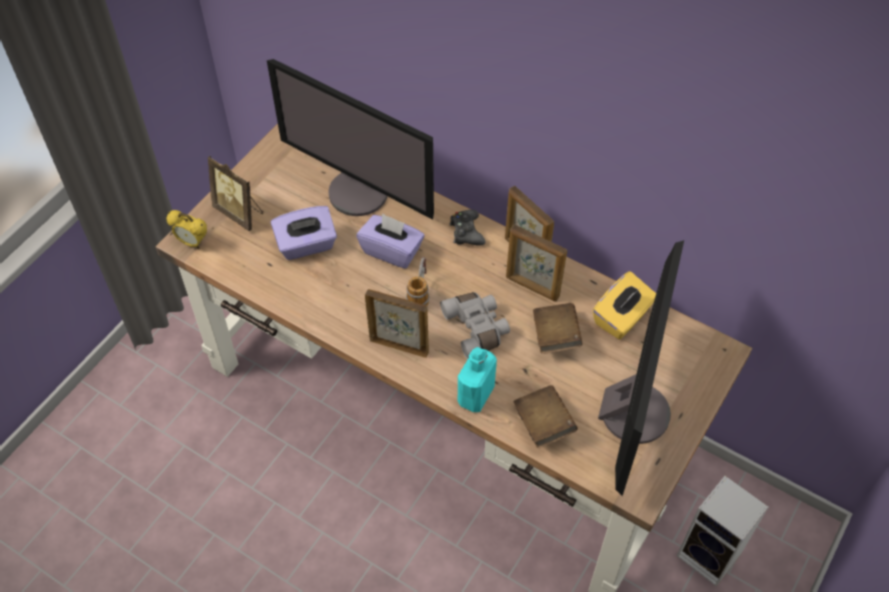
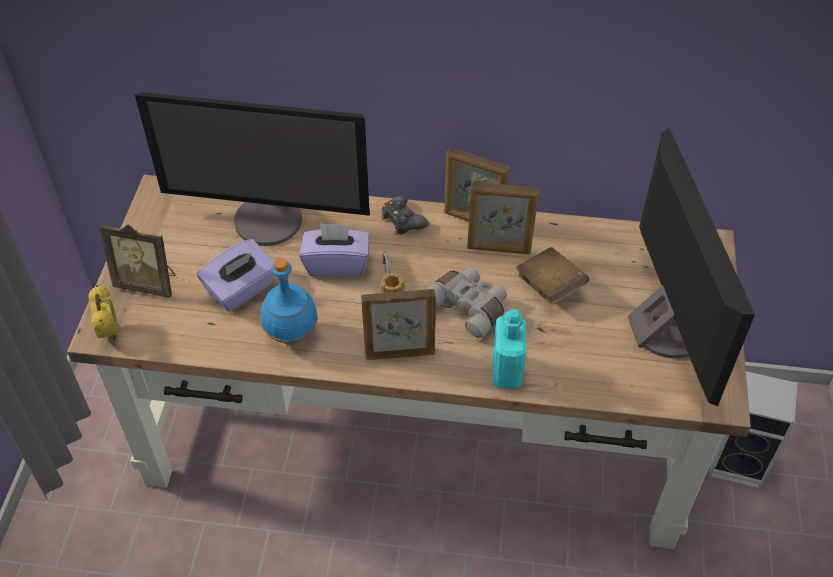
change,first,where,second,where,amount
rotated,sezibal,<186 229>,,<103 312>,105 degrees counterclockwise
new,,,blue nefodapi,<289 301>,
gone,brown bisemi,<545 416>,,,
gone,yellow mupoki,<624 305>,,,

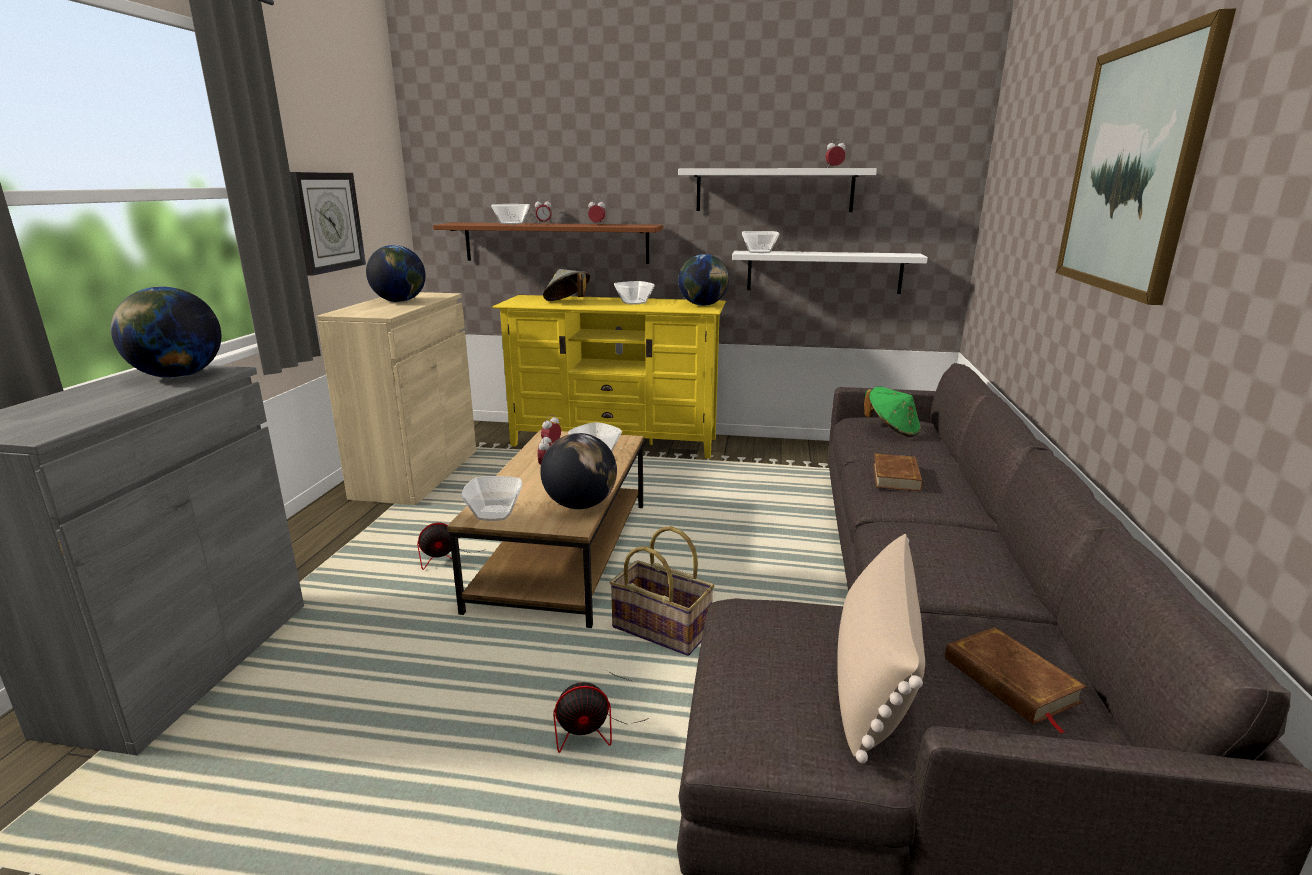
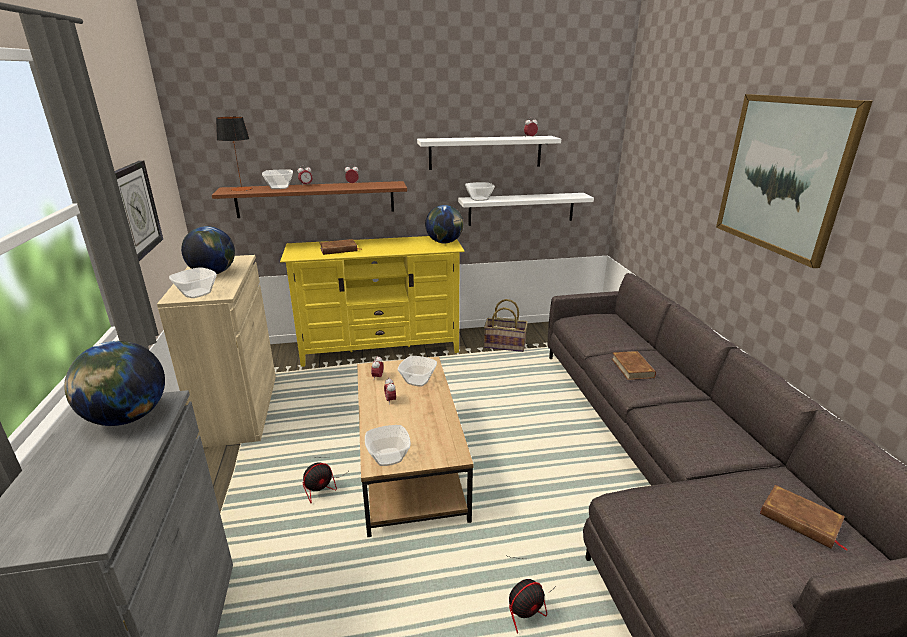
change,first,where,second,where,amount
shifted,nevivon,<634 293>,,<193 282>,
new,,,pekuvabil,<234 154>,
swapped,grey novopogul,<566 285>,brown bisemi,<338 247>,
shifted,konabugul,<662 591>,,<505 325>,
gone,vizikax,<578 471>,,,
gone,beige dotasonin,<881 648>,,,
gone,green novopogul,<892 412>,,,

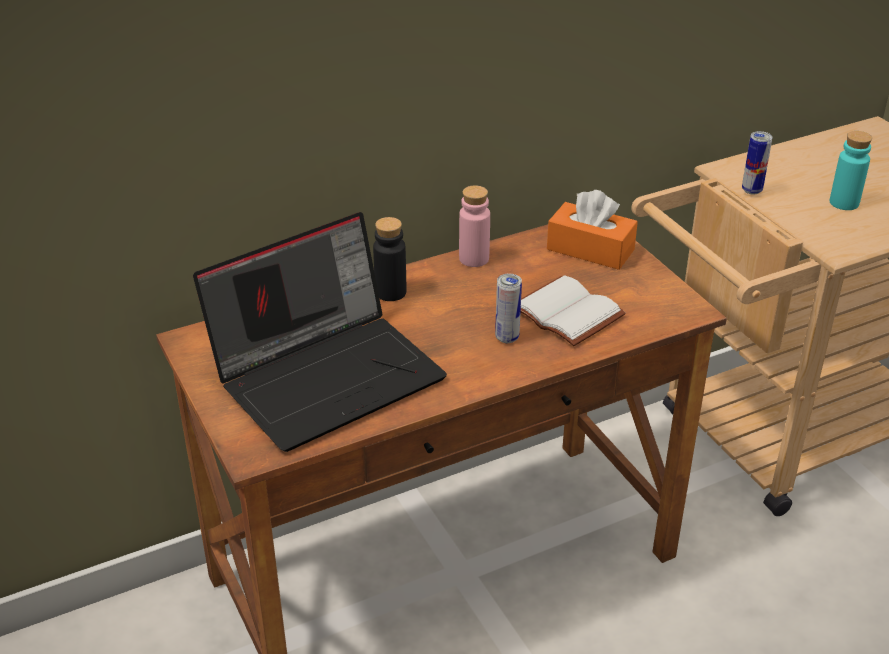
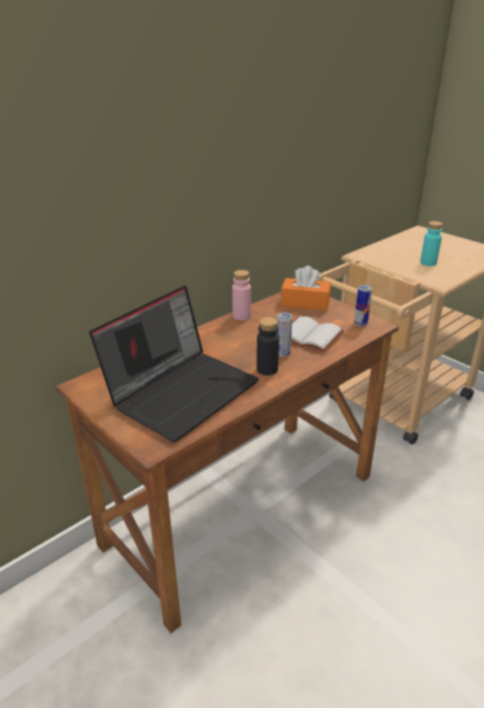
change,first,where,second,where,amount
shifted,black nefodapi,<389 259>,,<268 346>,
shifted,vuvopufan,<757 163>,,<363 305>,

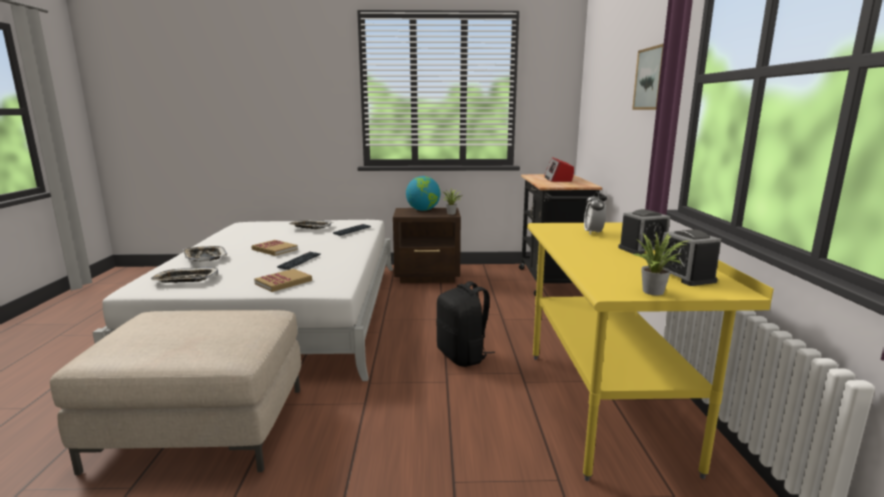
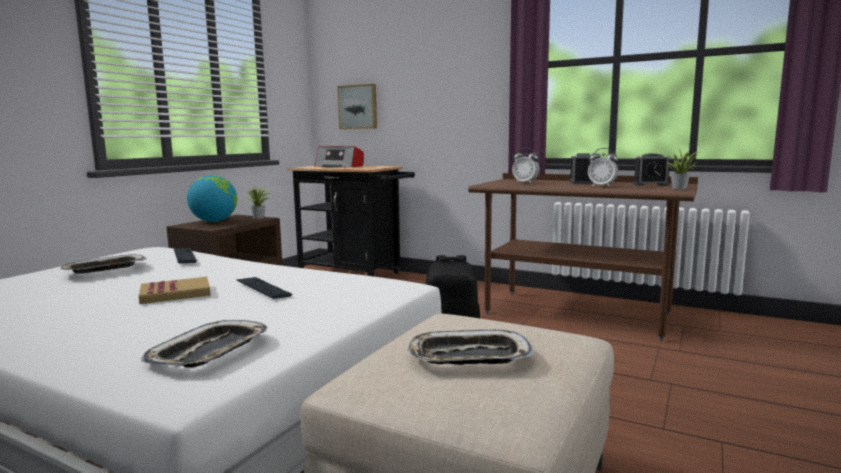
change,first,where,second,where,amount
shifted,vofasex,<648 77>,,<357 106>,
shifted,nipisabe,<205 253>,,<471 347>,
repainted,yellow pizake,<650 351>,brown pizake,<583 257>,
new,,,sezibal,<603 167>,
gone,bisemi,<283 280>,,,

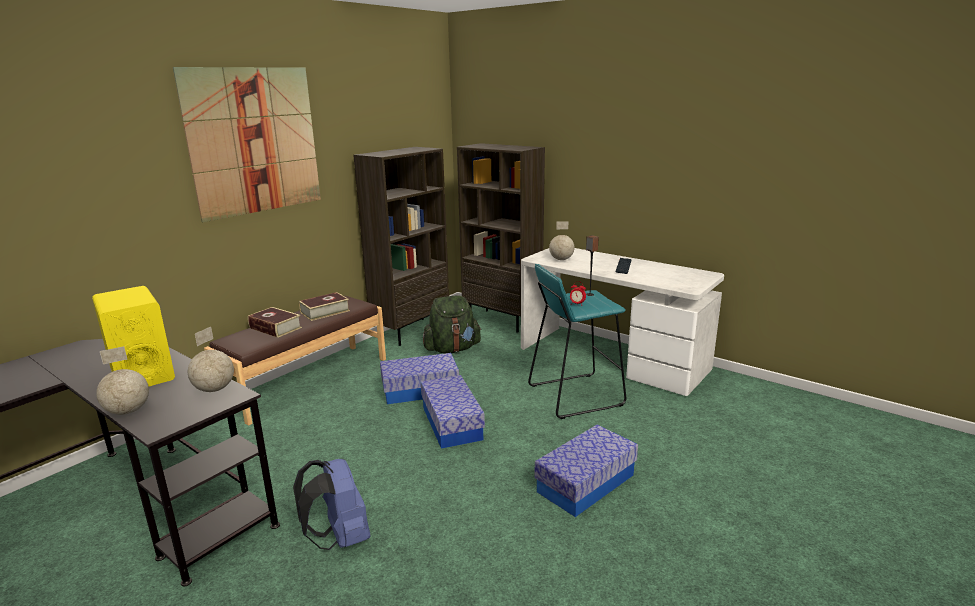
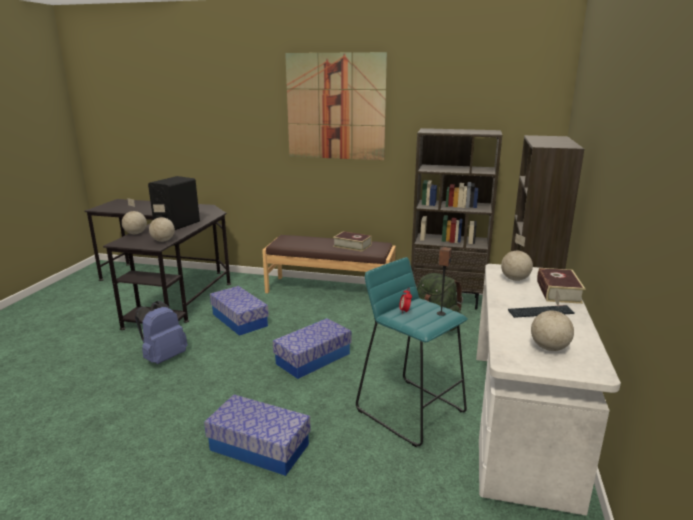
change,first,where,second,where,amount
repainted,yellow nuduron,<133 336>,black nuduron,<174 203>,
shifted,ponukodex,<419 378>,,<239 311>,
new,,,vizikax,<552 320>,
shifted,bisemi,<275 322>,,<561 286>,

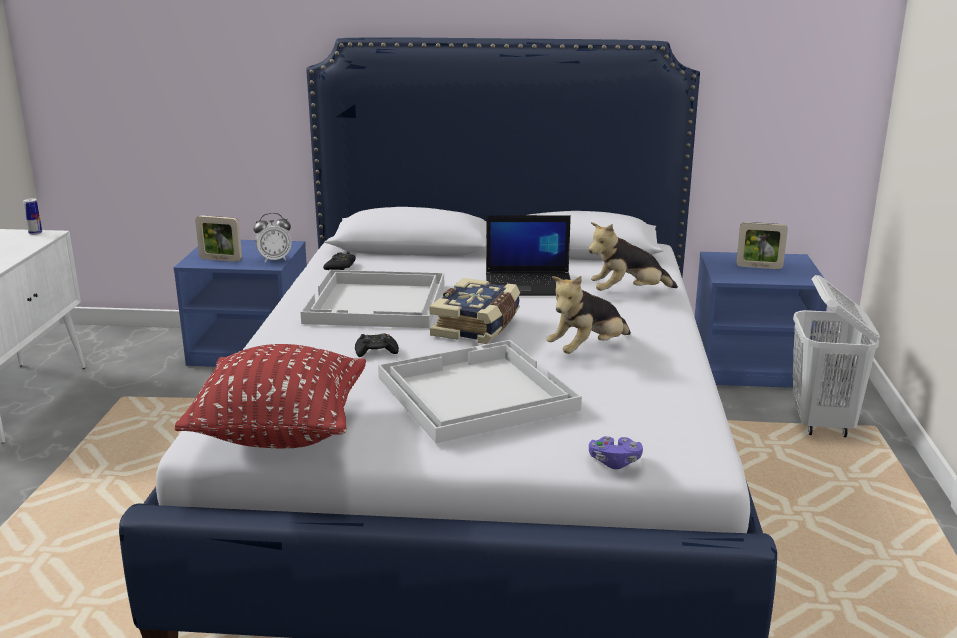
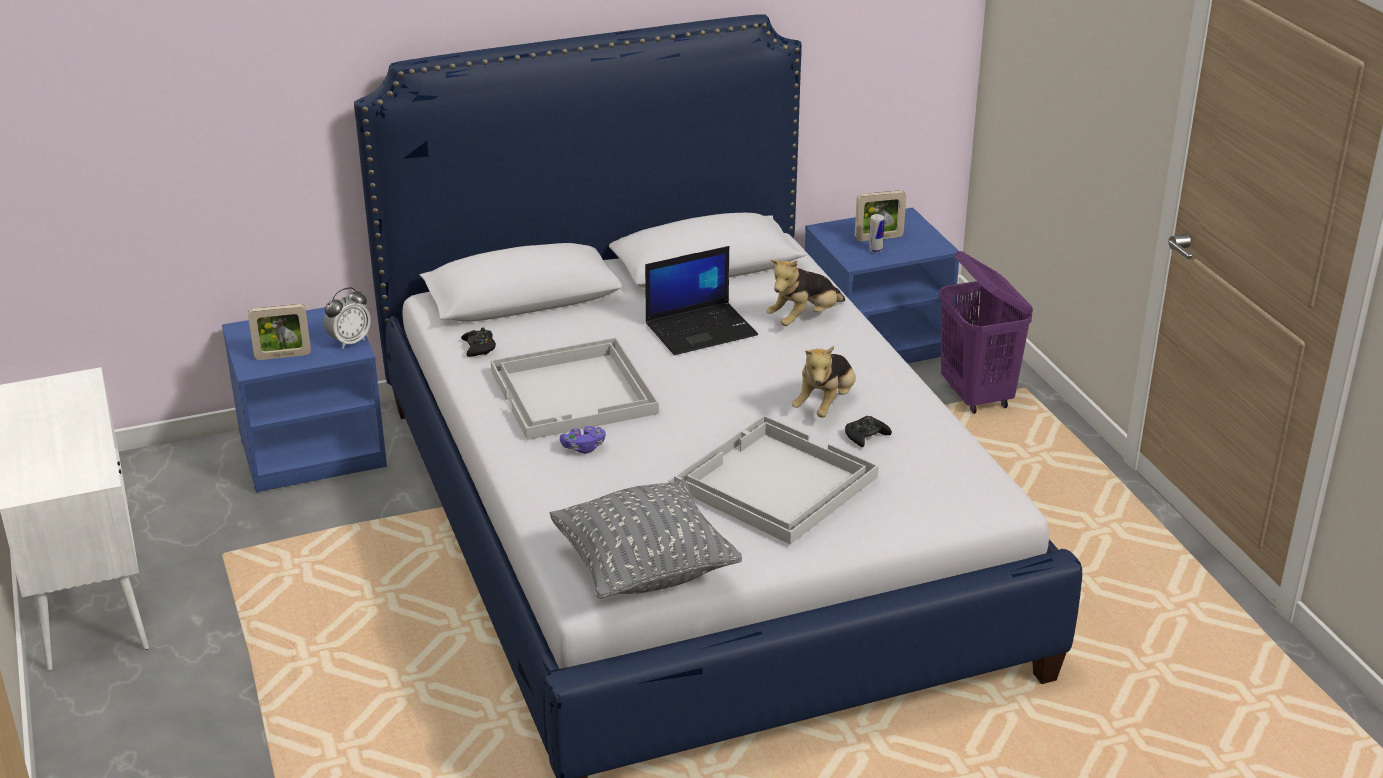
change,first,where,second,where,amount
repainted,red dotasonin,<270 396>,grey dotasonin,<646 539>,
shifted,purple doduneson,<616 452>,,<583 440>,
shifted,black doduneson,<377 345>,,<868 431>,
shifted,vuvopufan,<32 216>,,<877 233>,
repainted,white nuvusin,<836 356>,purple nuvusin,<986 332>,
gone,bisemi,<474 311>,,,

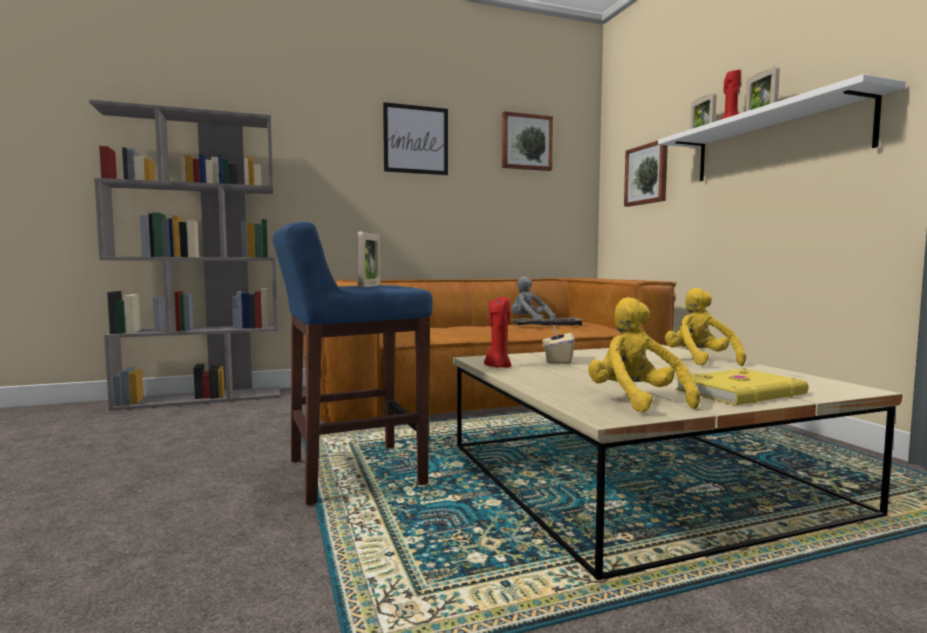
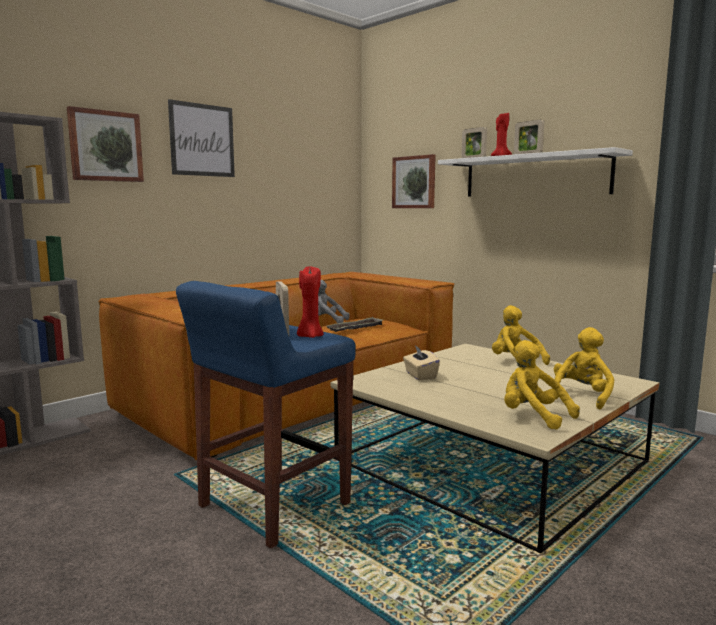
change,first,where,second,where,amount
shifted,vofasex,<527 141>,,<105 144>,
shifted,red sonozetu,<497 332>,,<310 302>,
swapped,yellow bisemi,<741 387>,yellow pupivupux,<584 368>,

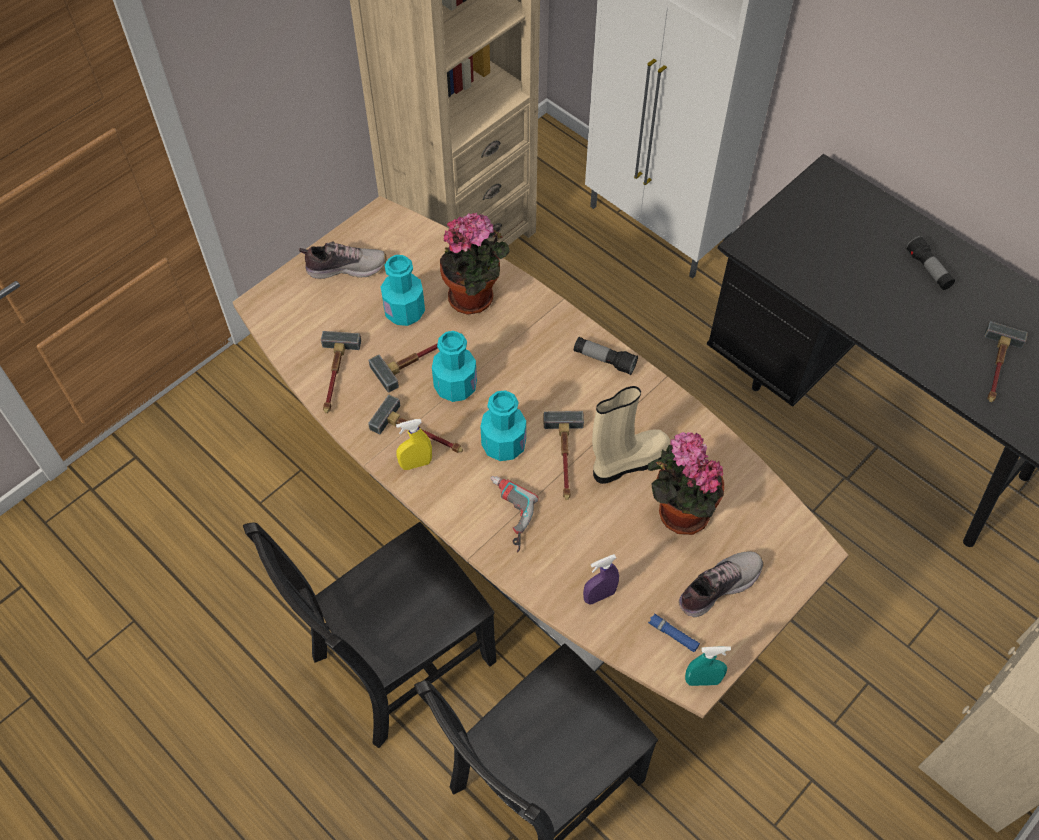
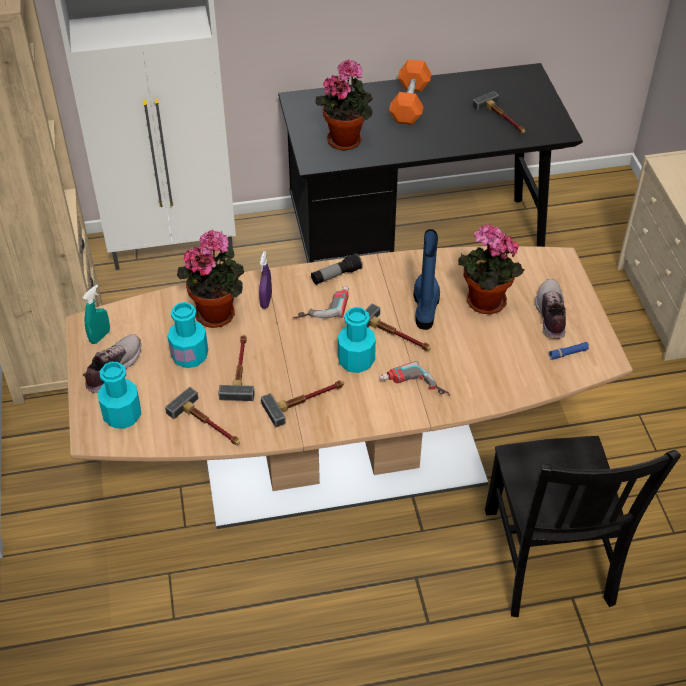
change,first,where,second,where,amount
shifted,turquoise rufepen,<708 666>,,<96 314>,
shifted,turquoise nefodapi,<454 366>,,<119 395>,
shifted,purple rufepen,<601 579>,,<265 280>,
new,,,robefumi,<321 301>,
new,,,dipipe,<344 105>,
swapped,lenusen,<930 263>,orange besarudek,<410 92>,
repainted,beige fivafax,<631 435>,blue fivafax,<426 279>,
gone,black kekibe,<370 635>,,,
gone,yellow rufepen,<414 444>,,,

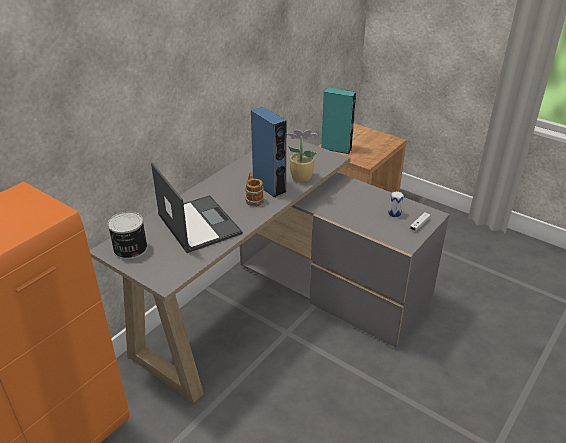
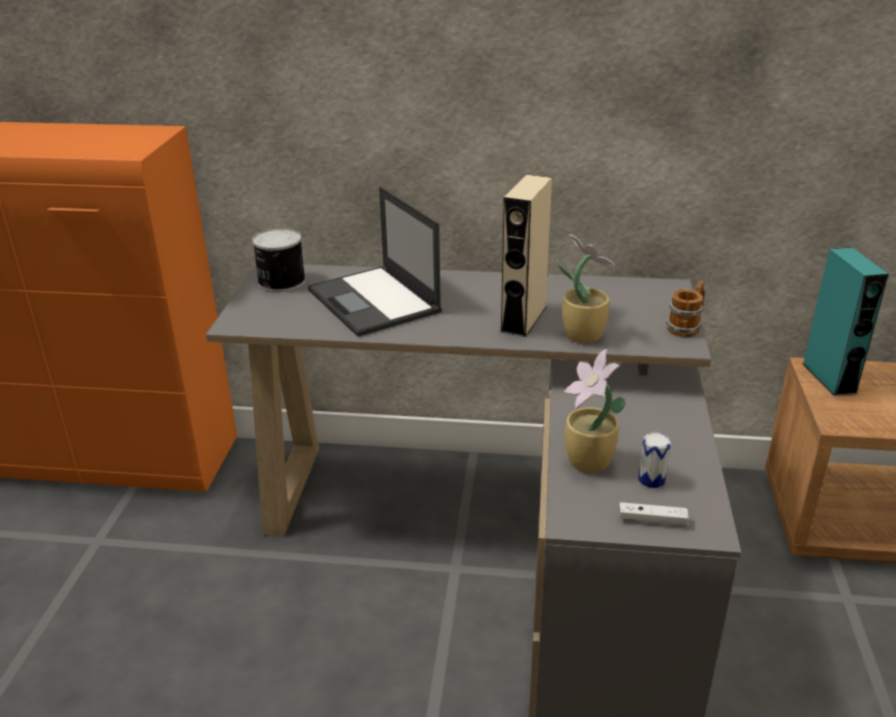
change,first,where,second,where,amount
rotated,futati,<197 207>,,<375 262>,120 degrees clockwise
repainted,blue nuduron,<269 152>,beige nuduron,<526 256>,
new,,,dipipe,<595 411>,
shifted,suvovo,<254 189>,,<685 309>,

